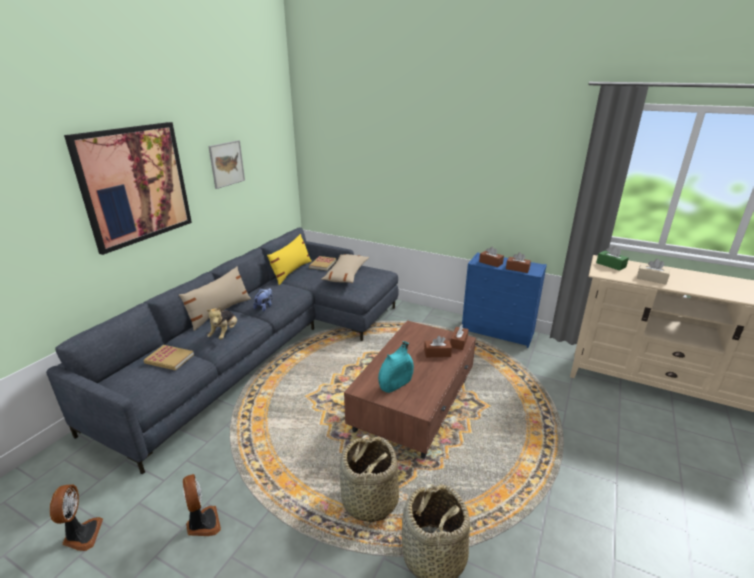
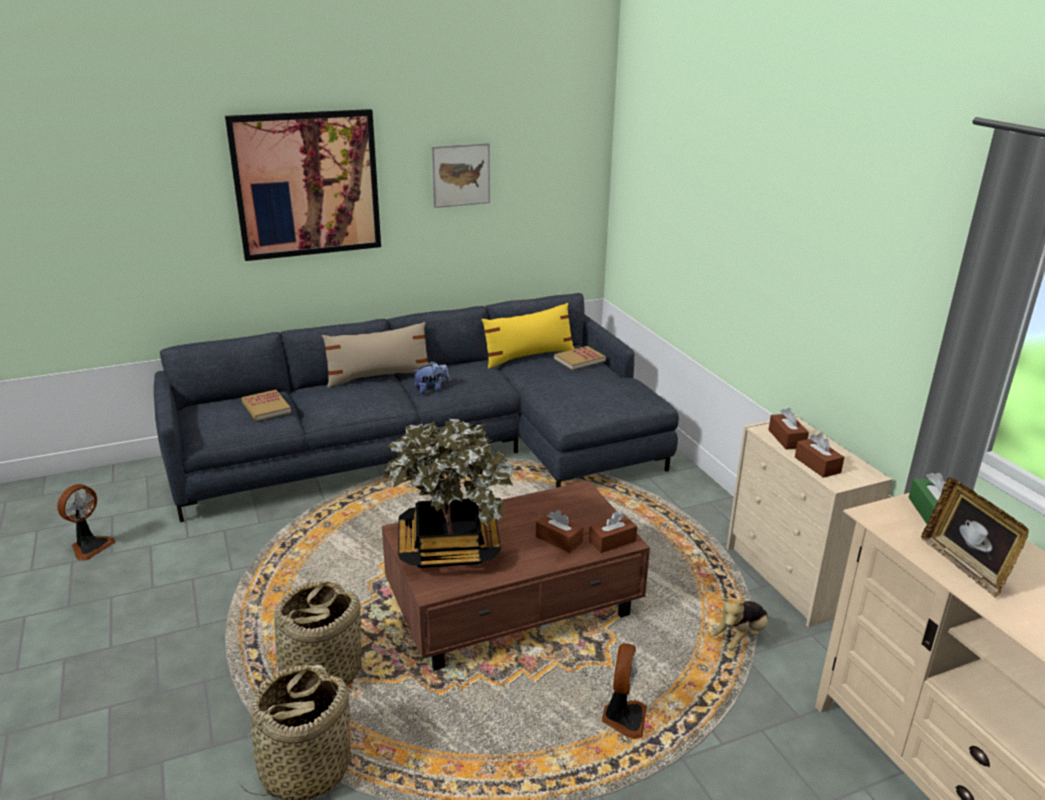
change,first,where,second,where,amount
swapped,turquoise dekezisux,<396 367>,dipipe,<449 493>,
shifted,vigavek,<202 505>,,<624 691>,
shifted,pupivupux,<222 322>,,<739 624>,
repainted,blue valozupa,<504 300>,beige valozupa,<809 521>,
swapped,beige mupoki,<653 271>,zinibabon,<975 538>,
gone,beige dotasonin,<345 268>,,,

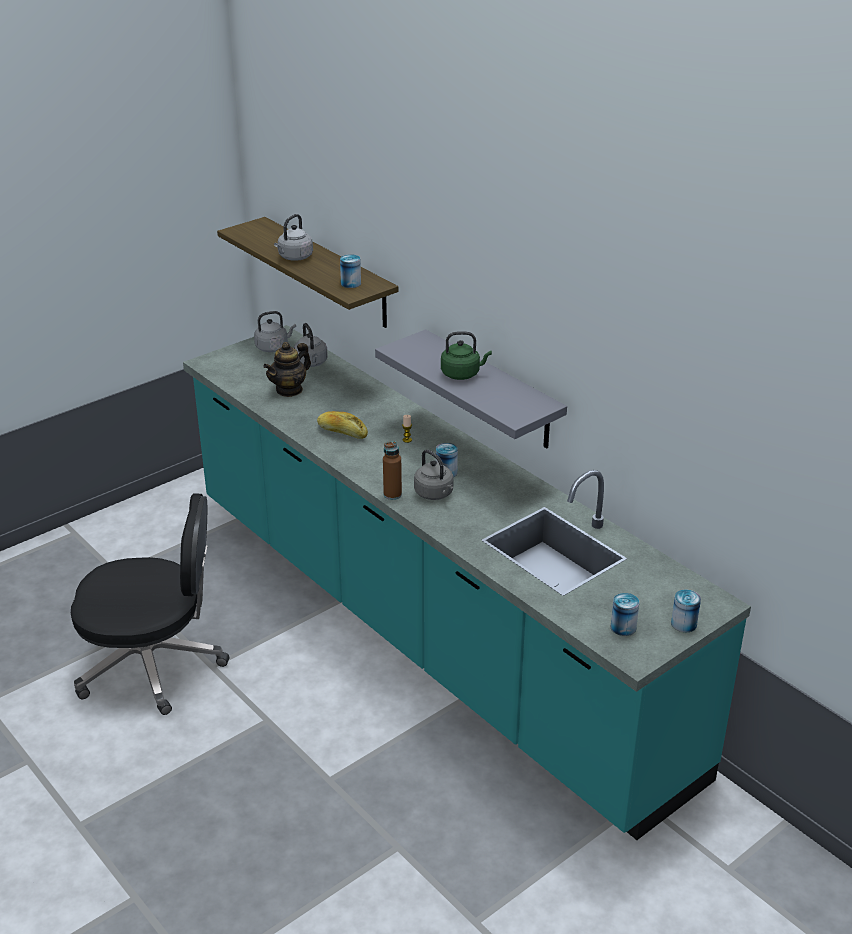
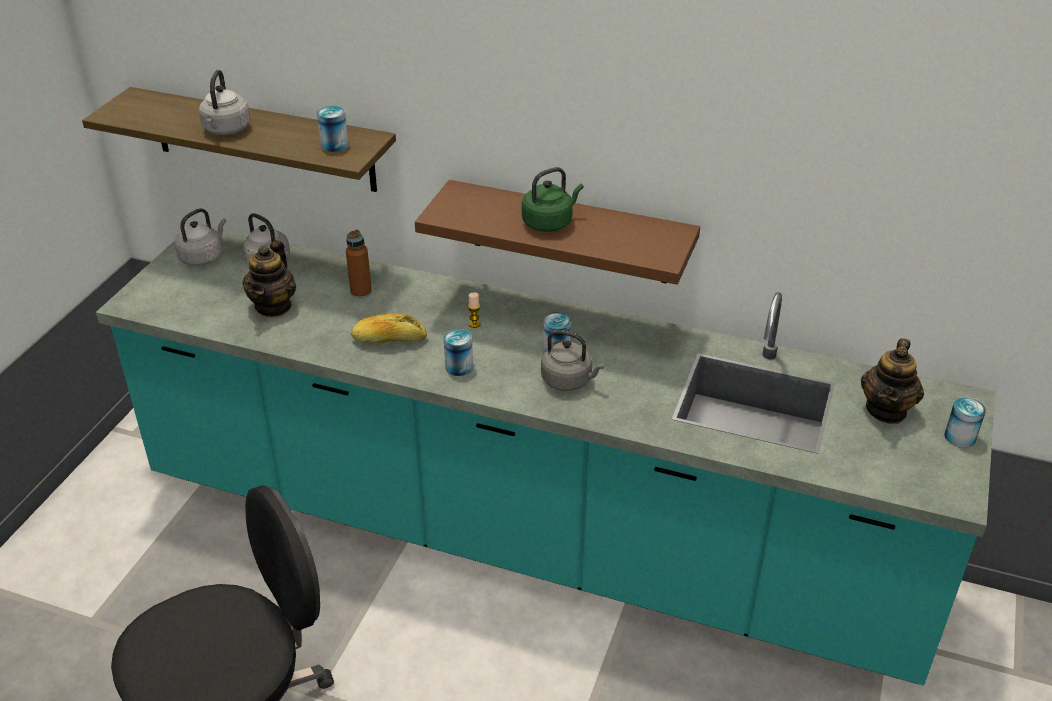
change,first,where,second,where,amount
shifted,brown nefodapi,<392 470>,,<359 264>,
repainted,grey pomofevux,<471 388>,brown pomofevux,<557 232>,
shifted,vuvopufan,<625 614>,,<458 352>,
new,,,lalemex,<892 381>,

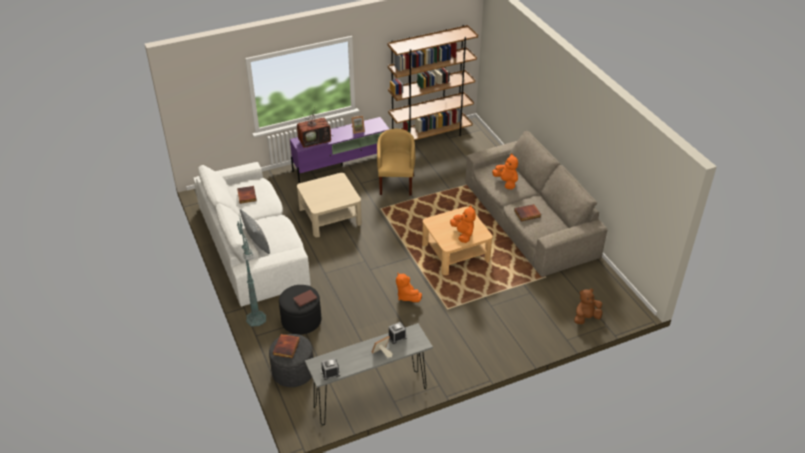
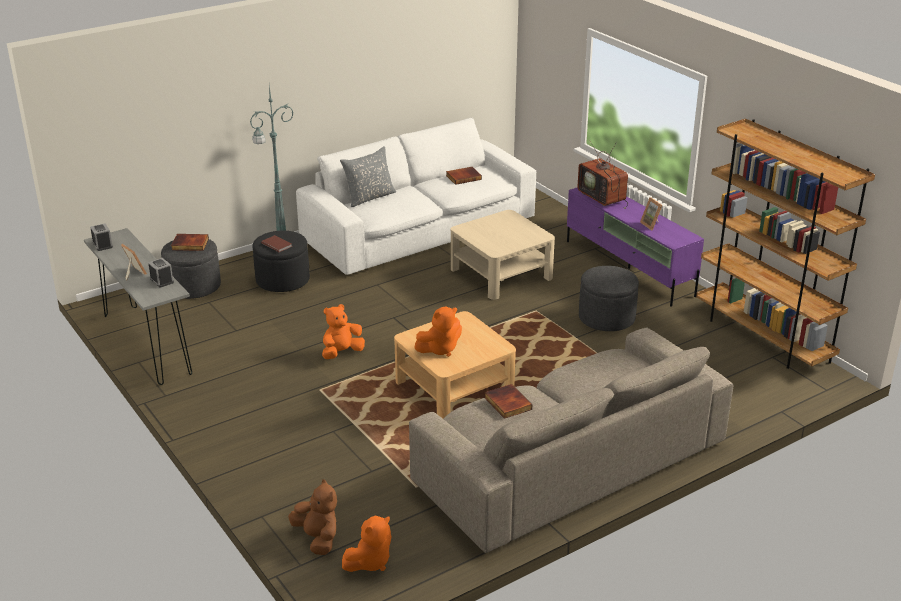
change,first,where,second,where,amount
shifted,orange pupivupux,<505 171>,,<366 543>,
swapped,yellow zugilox,<396 162>,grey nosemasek,<609 298>,

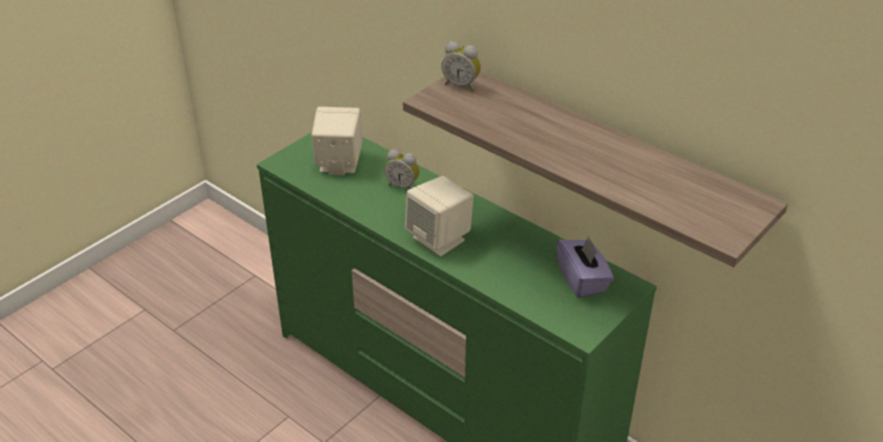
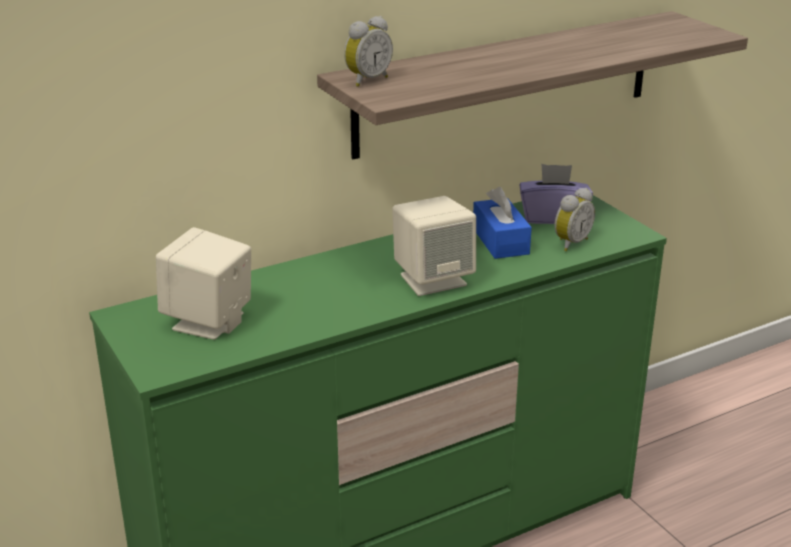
change,first,where,second,where,amount
new,,,blue mupoki,<502 223>,
shifted,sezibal,<401 169>,,<575 219>,

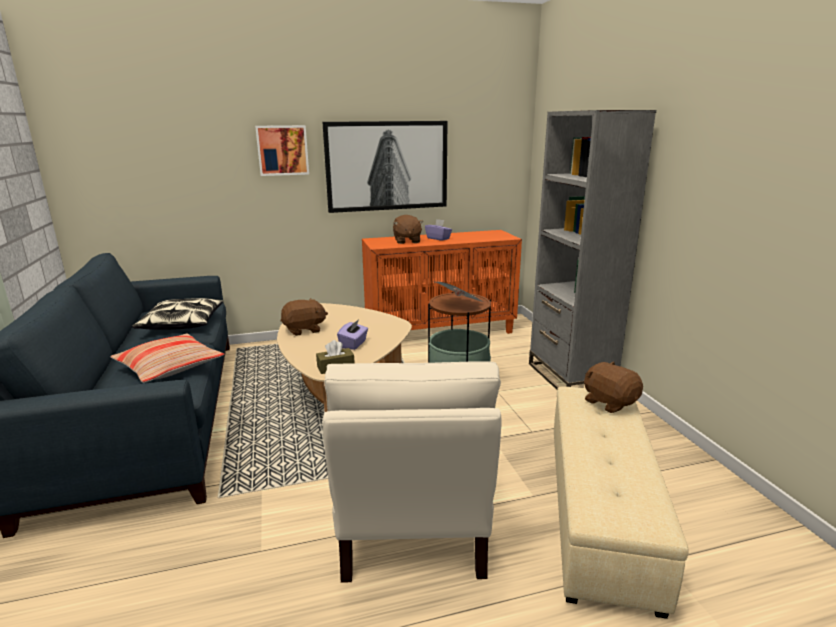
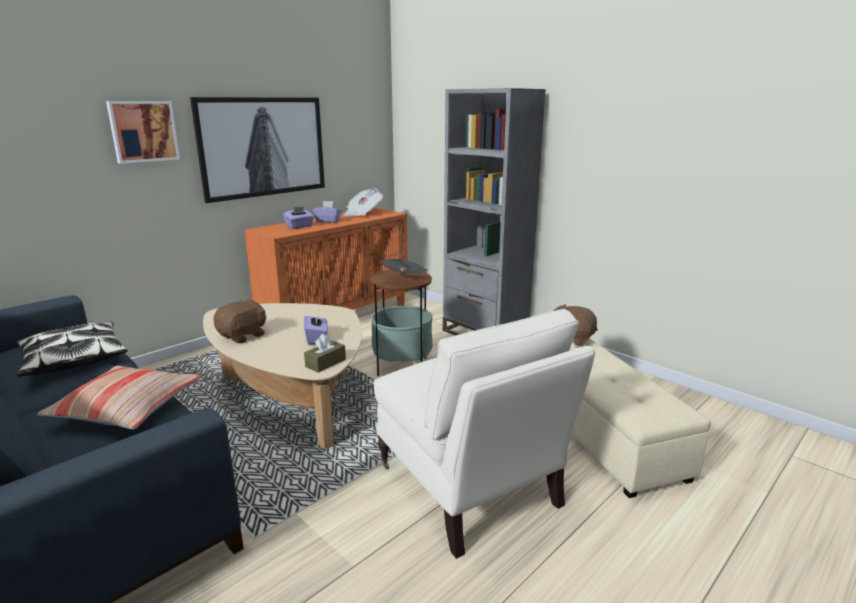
change,first,where,second,where,amount
swapped,brown pupivupux,<408 229>,purple mupoki,<298 217>,
new,,,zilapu,<363 202>,

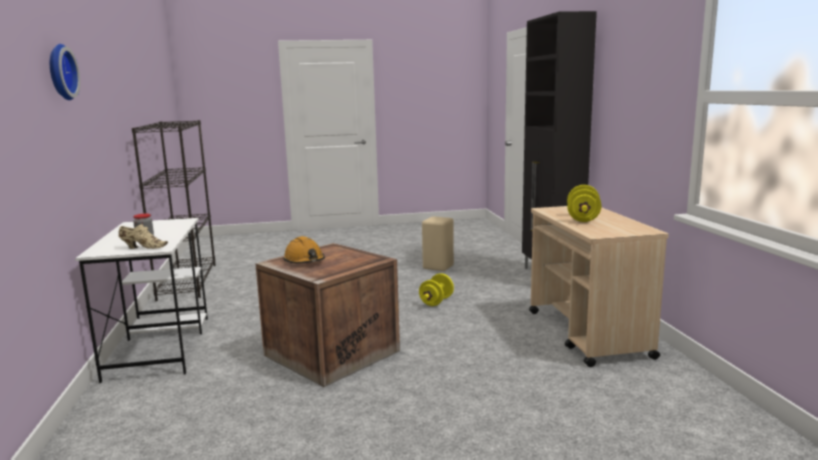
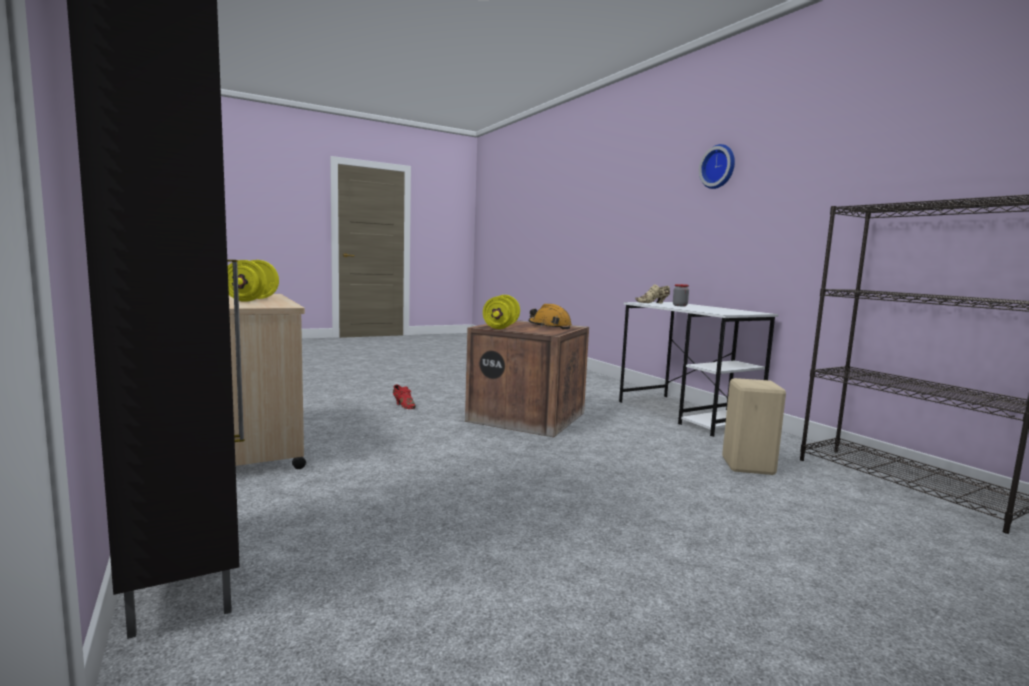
change,first,where,second,where,amount
new,,,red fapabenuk,<404 397>,
shifted,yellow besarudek,<436 289>,,<501 312>,
shifted,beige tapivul,<438 243>,,<754 426>,

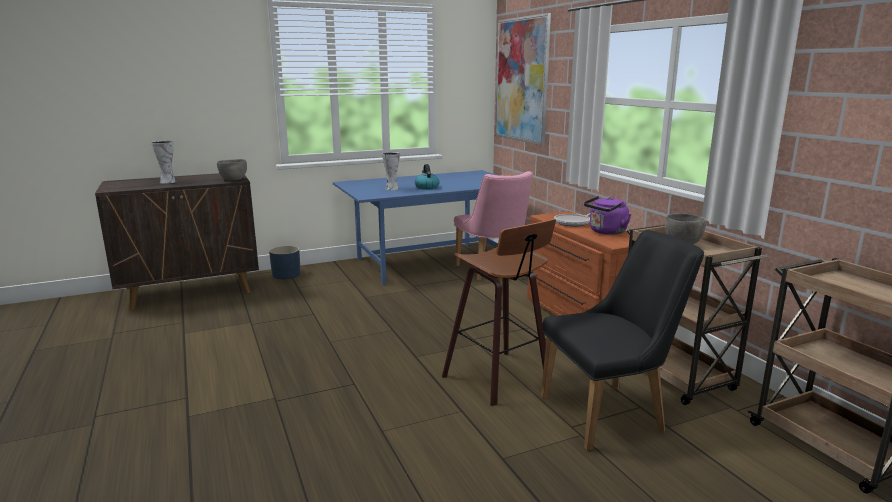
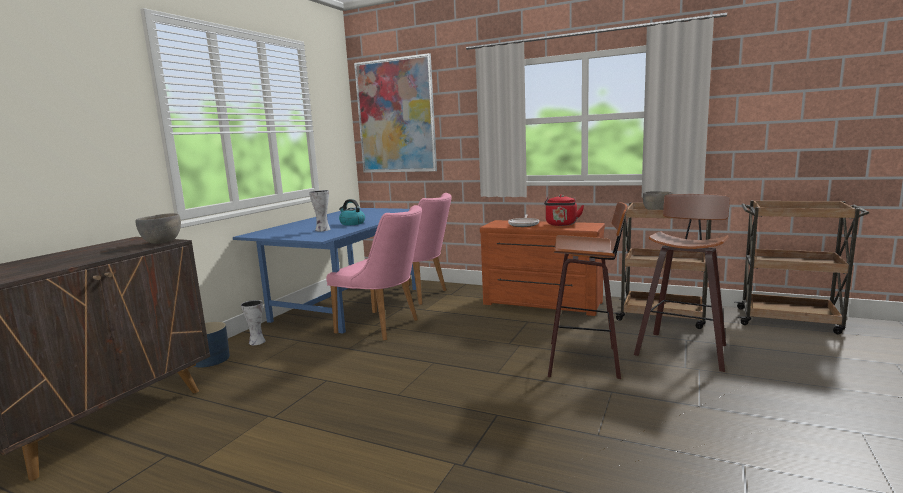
change,first,where,second,where,amount
shifted,dekezisux,<164 162>,,<253 322>,
new,,,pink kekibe,<374 272>,
repainted,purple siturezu,<607 215>,red siturezu,<564 210>,
swapped,black kekibe,<622 340>,tapivul,<682 283>,

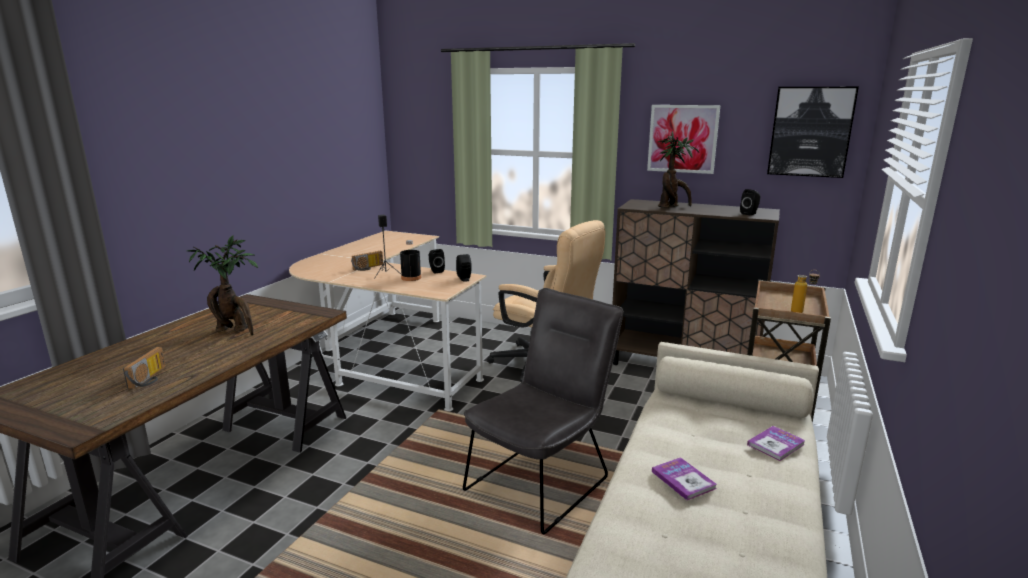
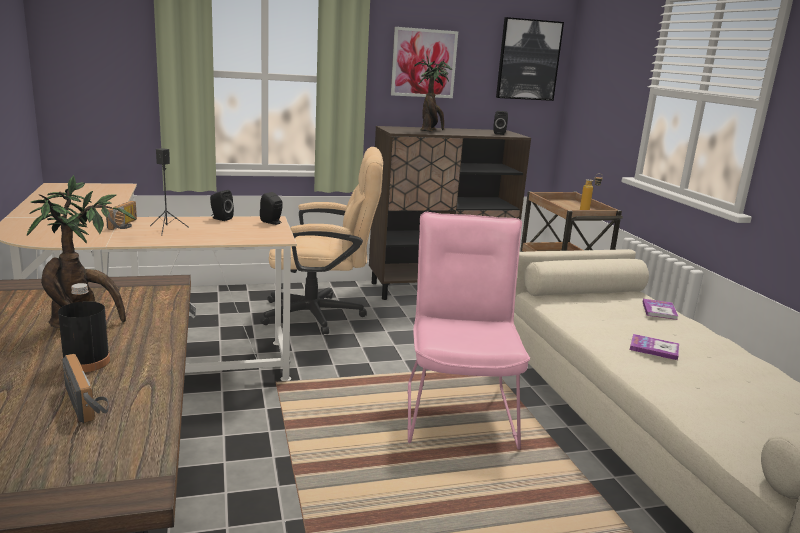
change,first,where,second,where,amount
shifted,black nefodapi,<410 260>,,<84 327>,
repainted,grey kekibe,<543 411>,pink kekibe,<469 331>,

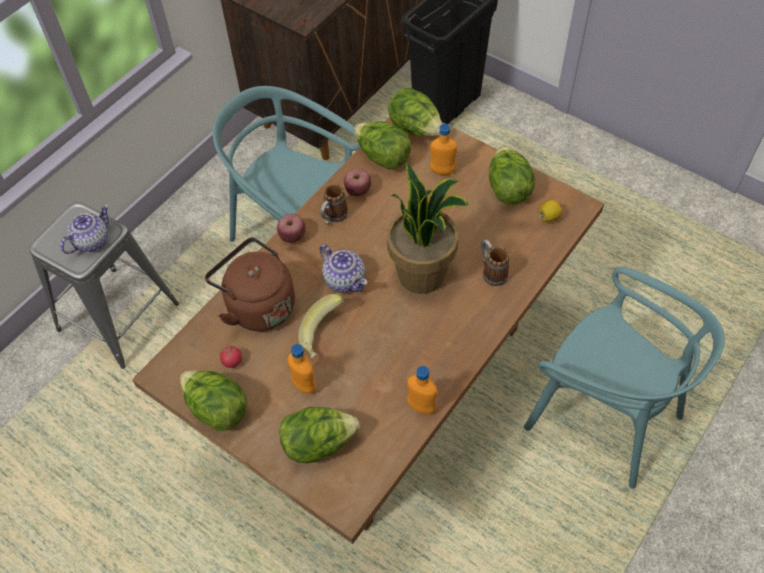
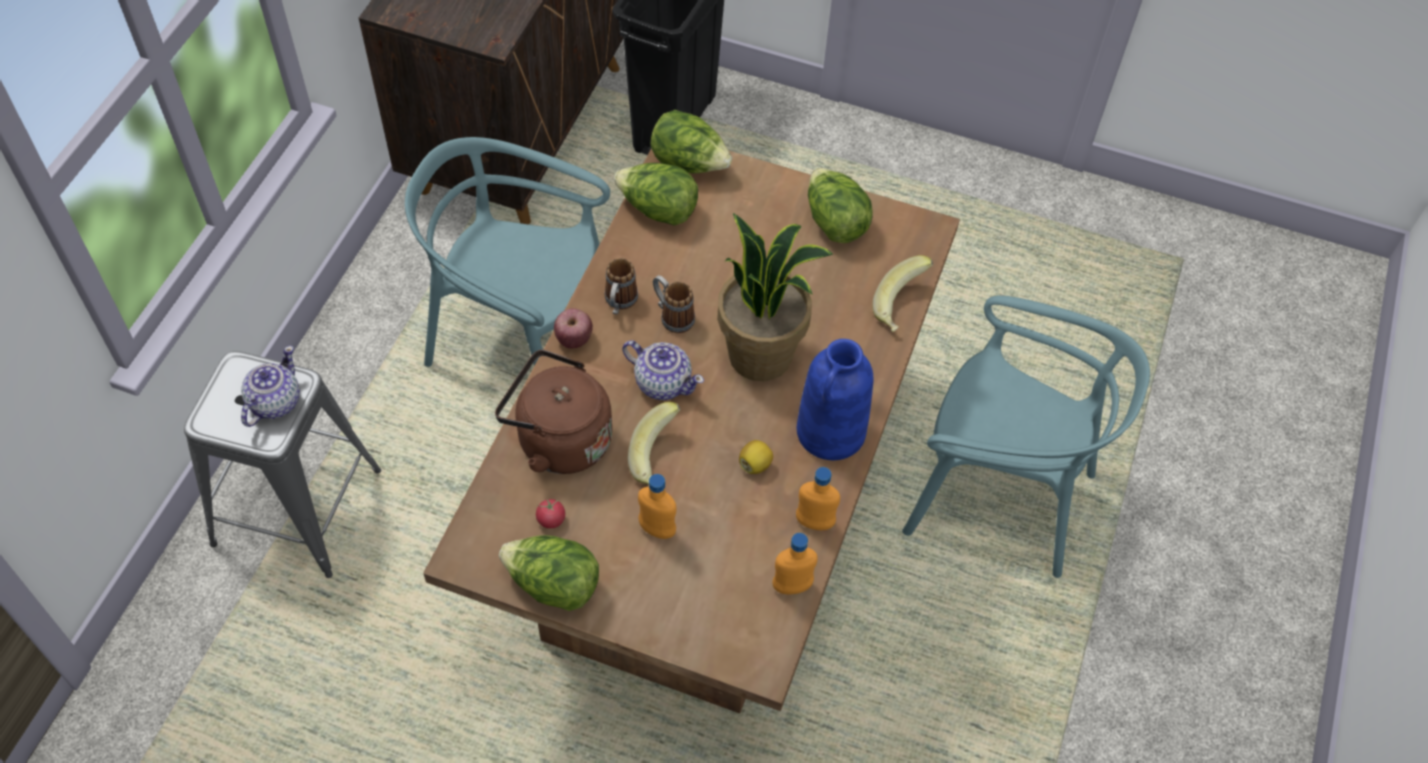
change,first,where,second,where,amount
shifted,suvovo,<495 263>,,<674 304>,
shifted,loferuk,<550 210>,,<756 457>,
shifted,orange nefodapi,<443 149>,,<795 563>,
new,,,blue dekezisux,<835 399>,
new,,,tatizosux,<902 293>,
gone,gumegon,<319 435>,,,
gone,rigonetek,<357 182>,,,

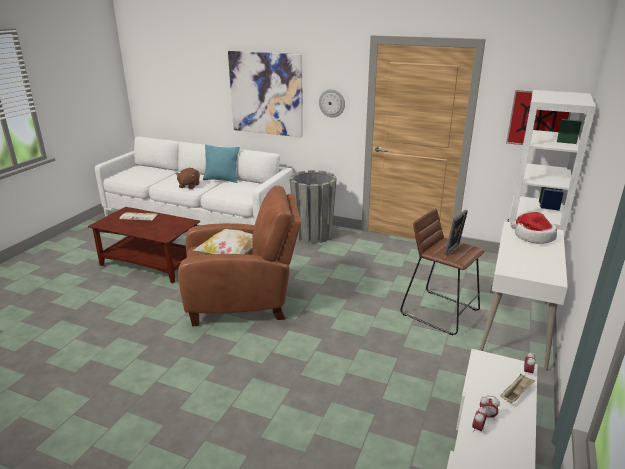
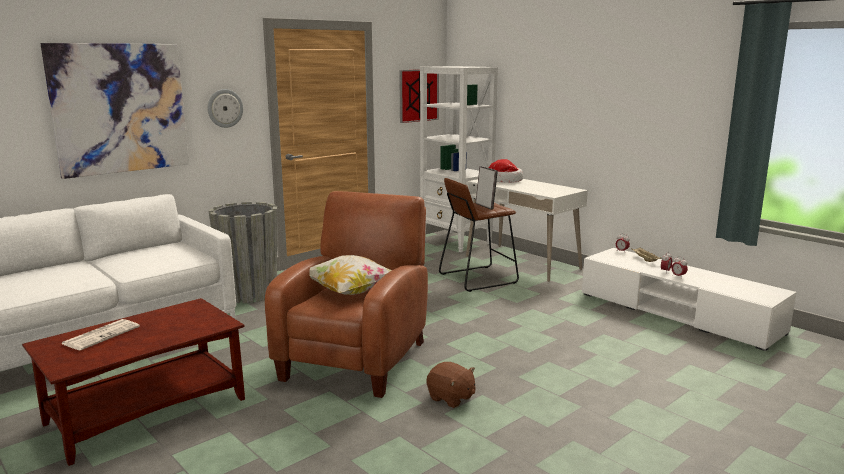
change,first,where,second,where,amount
shifted,brown pupivupux,<188 178>,,<450 385>,
gone,turquoise dotasonin,<221 163>,,,

